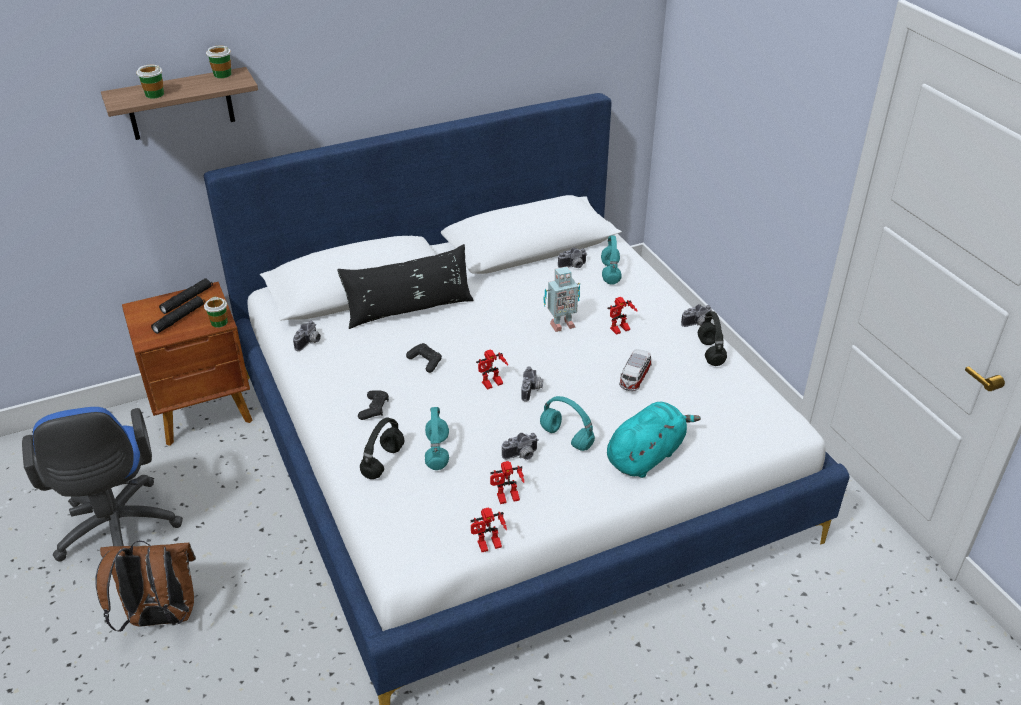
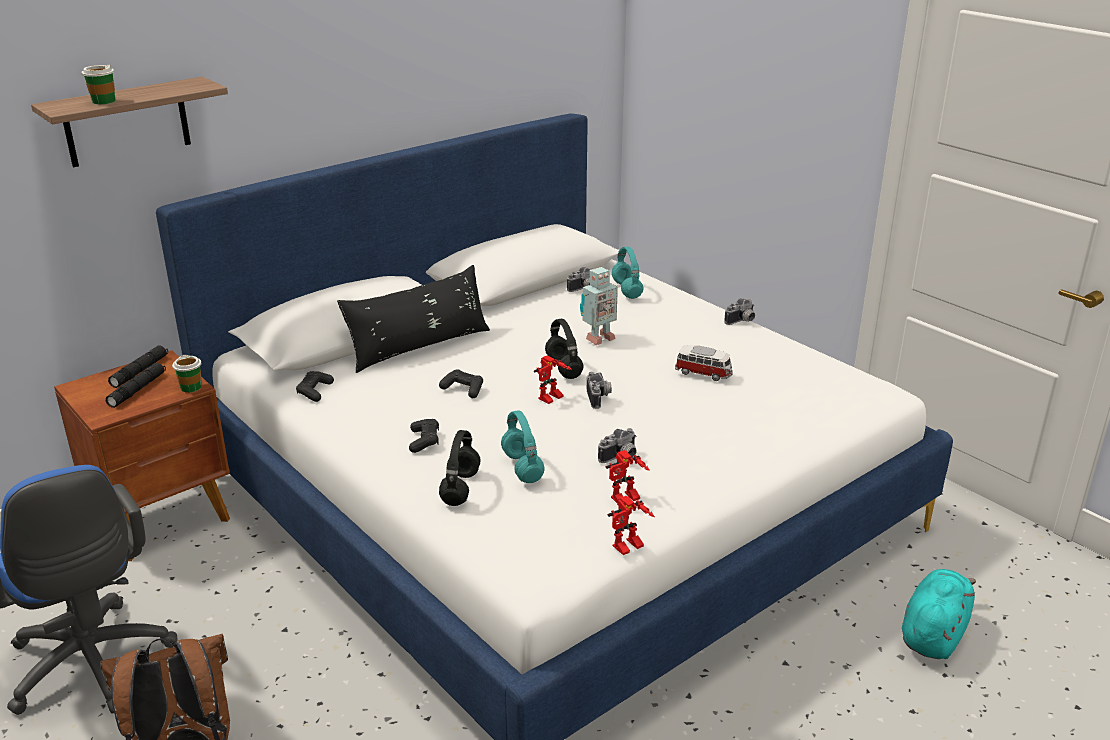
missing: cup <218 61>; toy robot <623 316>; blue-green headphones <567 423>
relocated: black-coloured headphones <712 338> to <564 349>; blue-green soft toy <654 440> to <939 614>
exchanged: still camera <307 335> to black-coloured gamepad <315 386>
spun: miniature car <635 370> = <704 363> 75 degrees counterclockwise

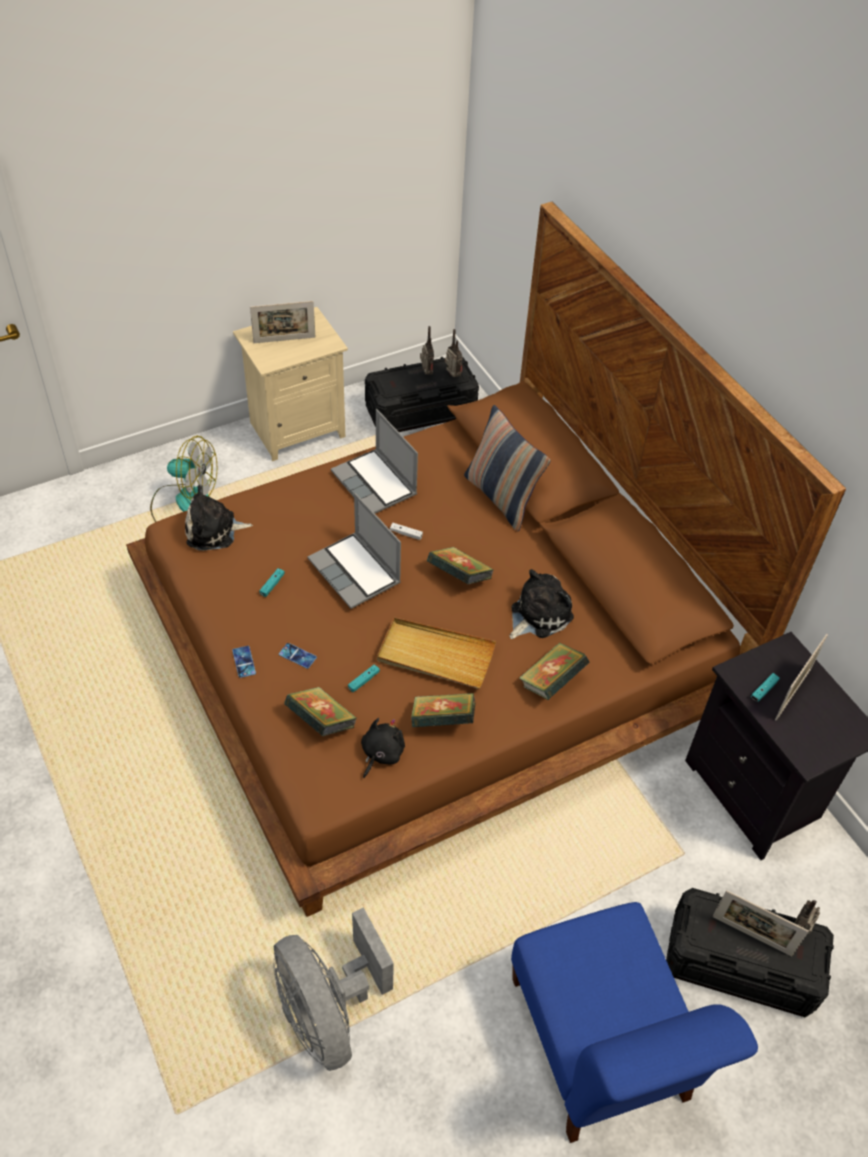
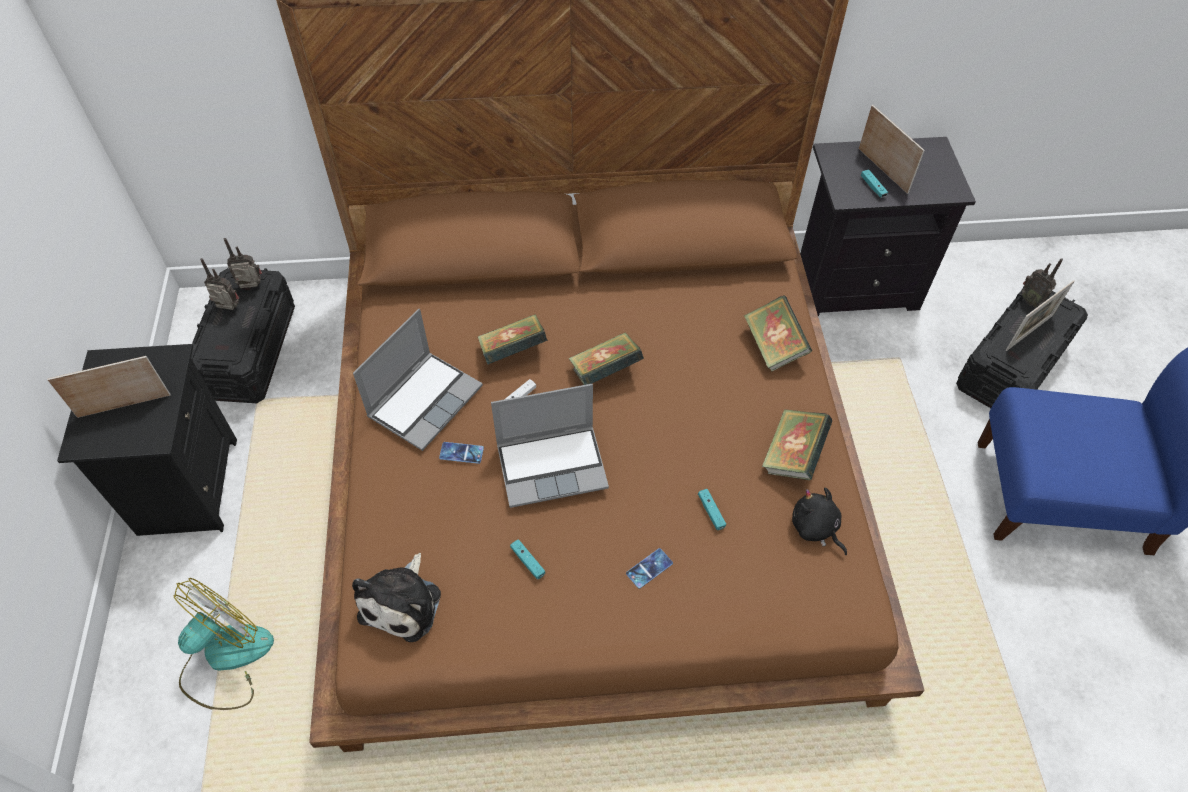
missing: cushion <507 468>; soft toy <541 604>; beige-coloured serving tray <436 653>; gray electric fan <334 989>
relocated: phone <244 662> to <461 453>; volume <320 711> to <513 339>
colour: beige-coloured bedside table <290 384> to black-coloured bedside table <147 440>
spun: photo frame <282 322> = <109 387> 120 degrees counterclockwise; portable computer <374 461> = <418 380> 45 degrees counterclockwise

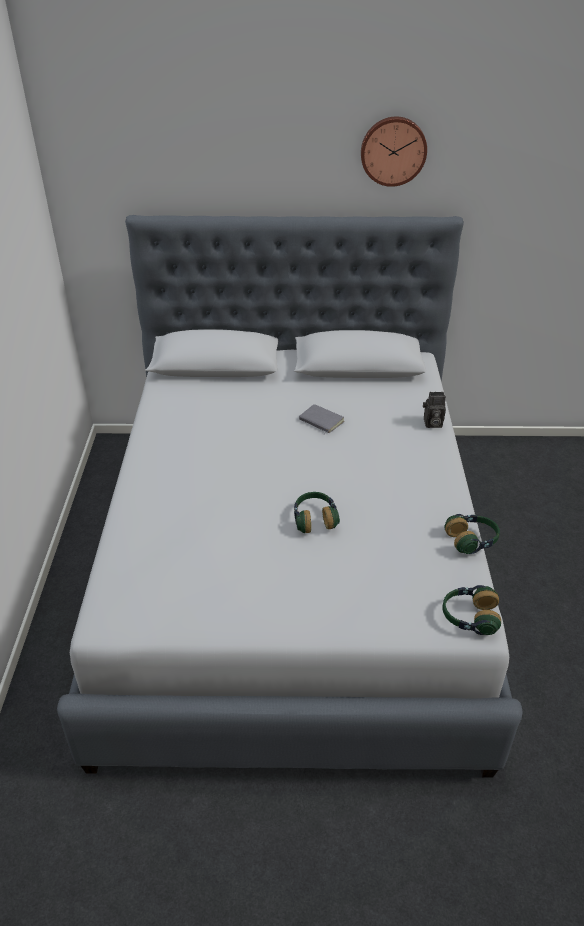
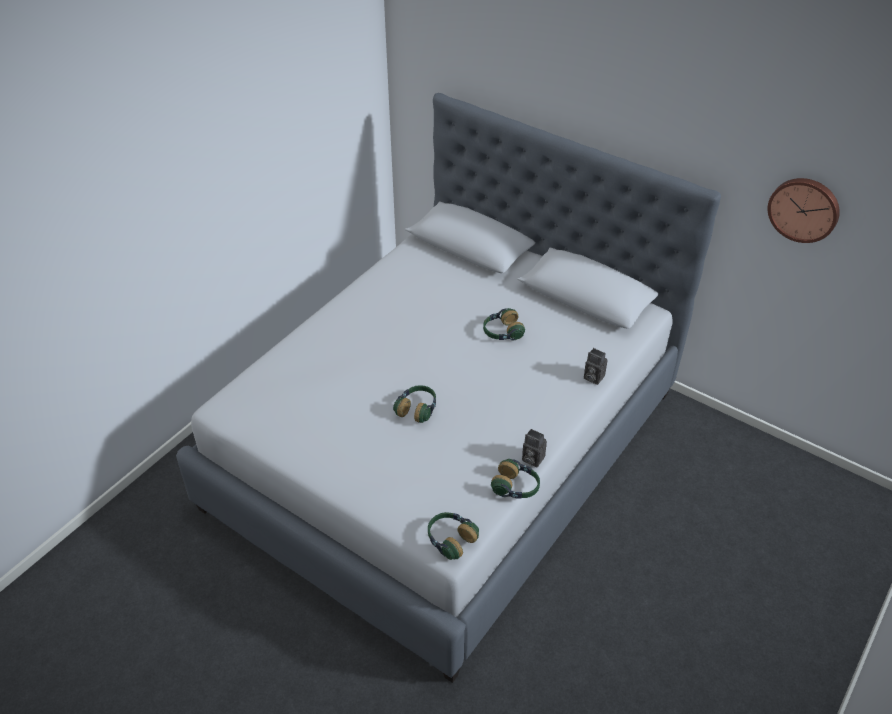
appeared: still camera <534 448>
relocated: hanging clock <394 152> to <804 210>
exchanged: gray volume <322 419> to headphones <504 324>

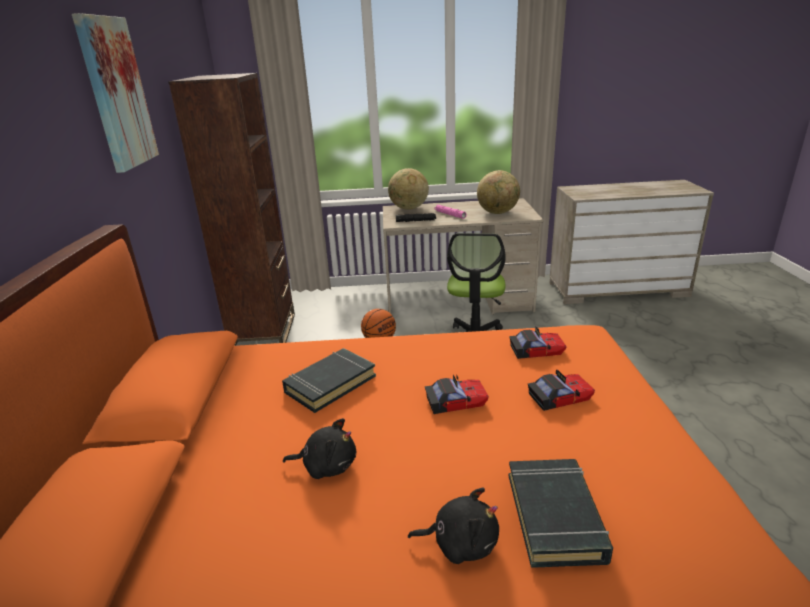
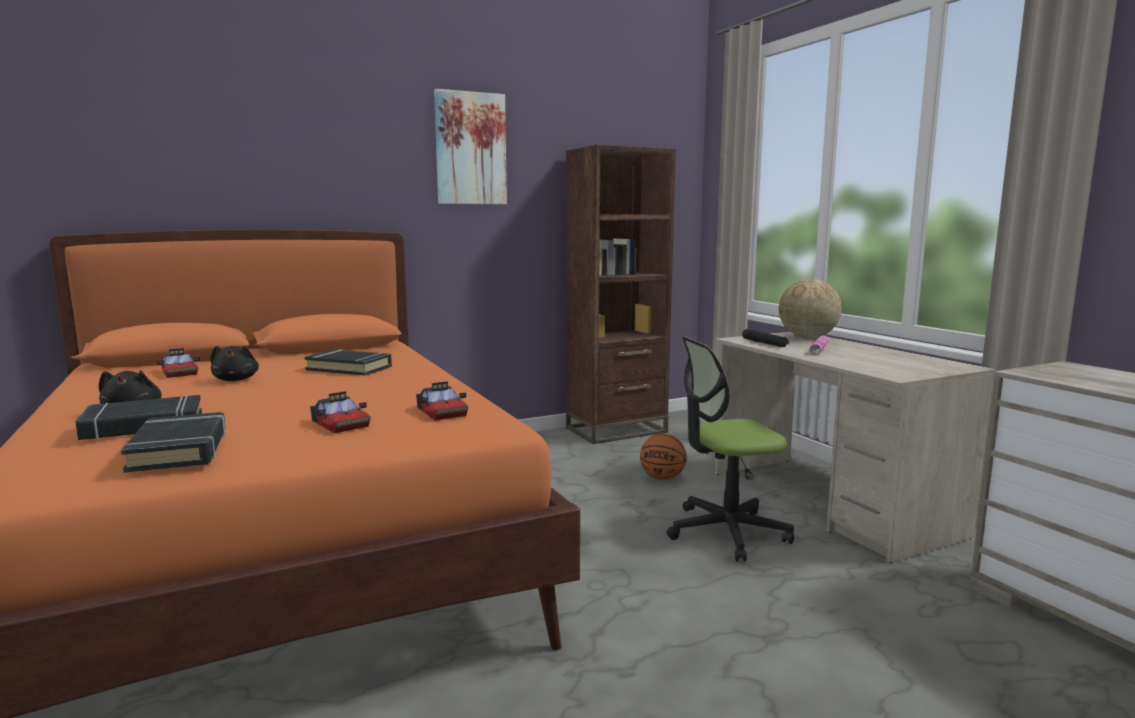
missing: desk globe <498 192>
appeared: black-coloured volume <173 442>
relocated: miniature car <457 394> to <178 363>

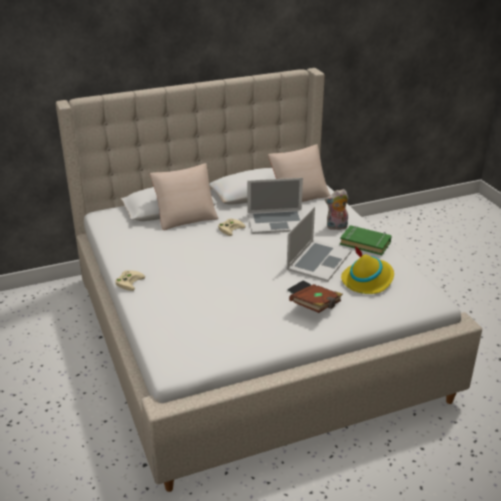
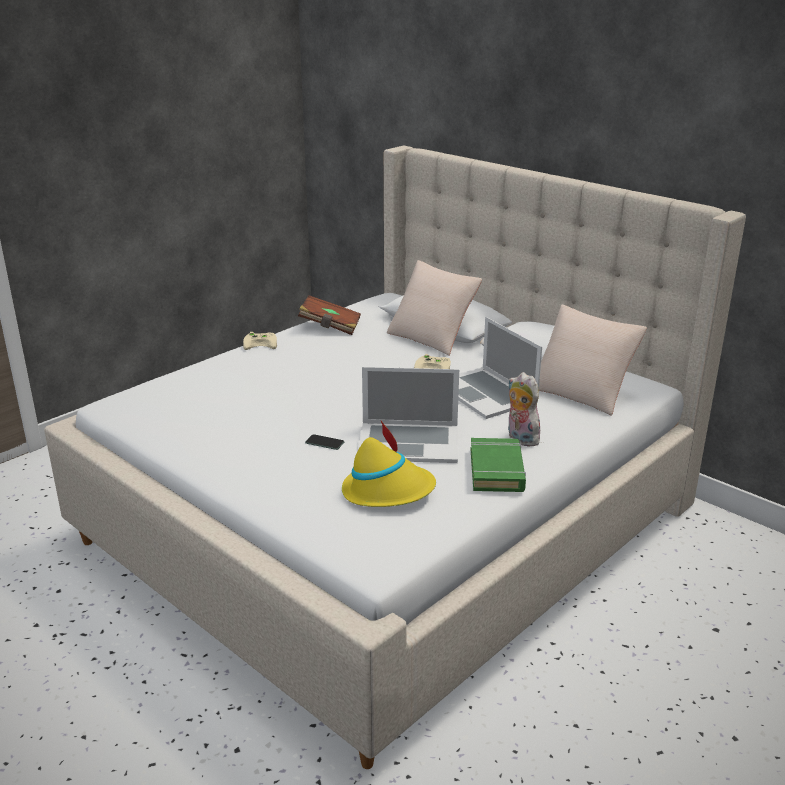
relocated: brown-coloured volume <316 298> to <329 315>

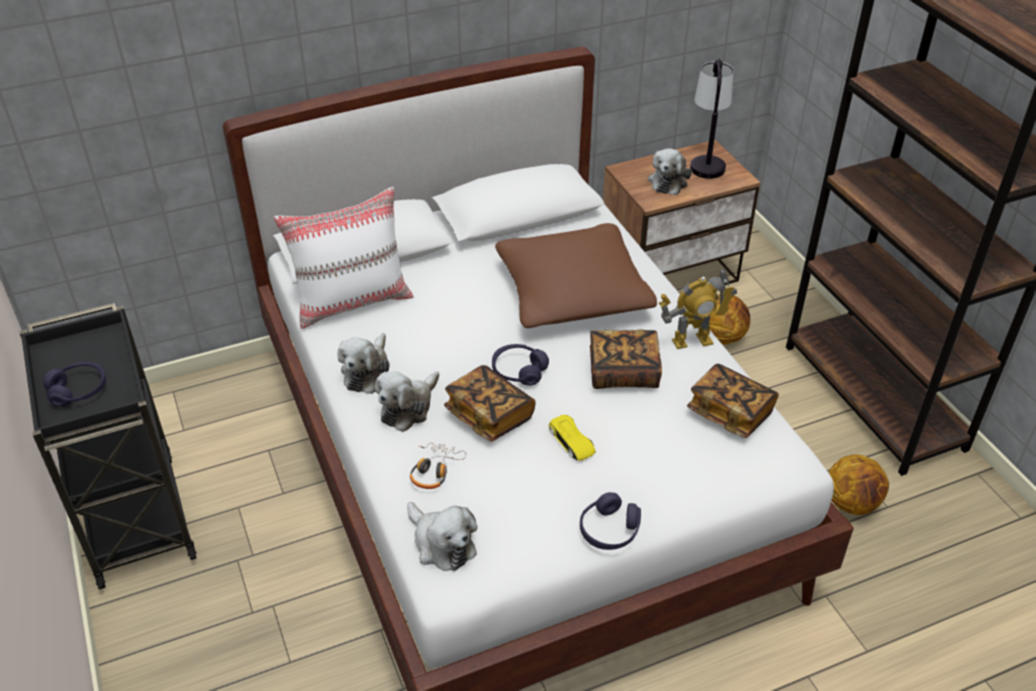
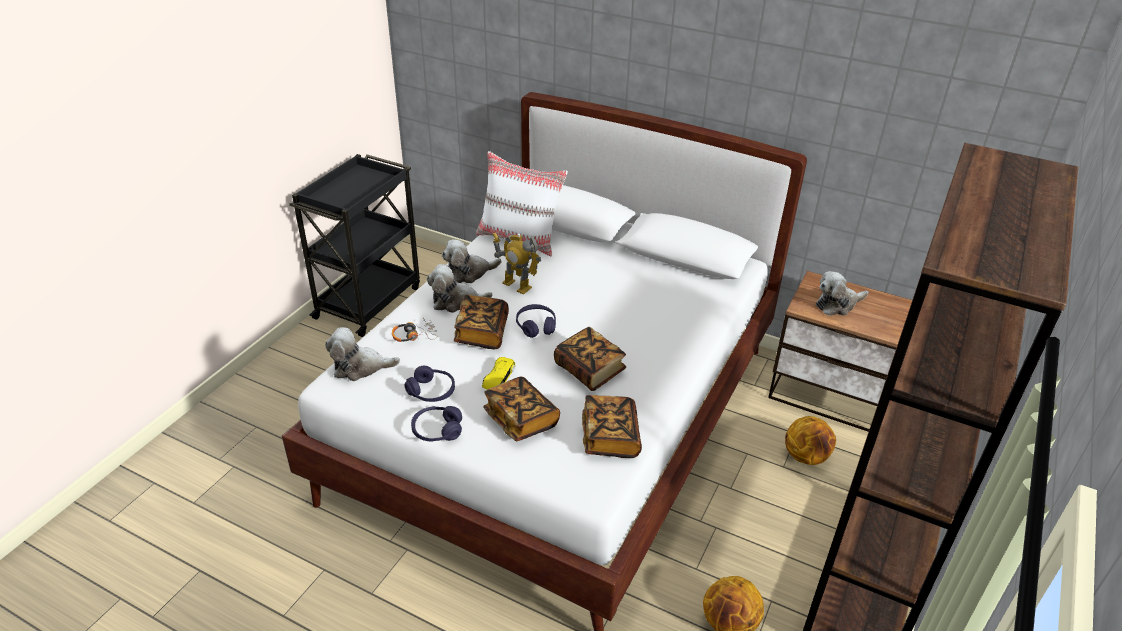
missing: tabletop lamp <712 119>; brown-coloured cushion <576 275>
appeared: volume <521 409>
relocated: toy robot <698 309> to <517 263>; purple headphones <74 384> to <429 384>
spun: soft toy <442 536> = <362 354> 75 degrees clockwise

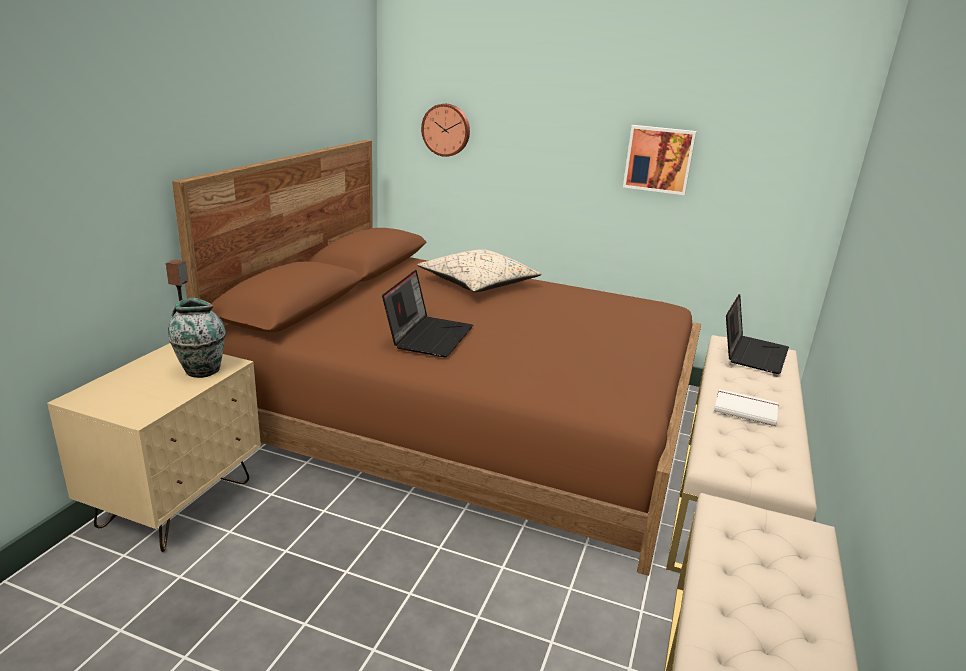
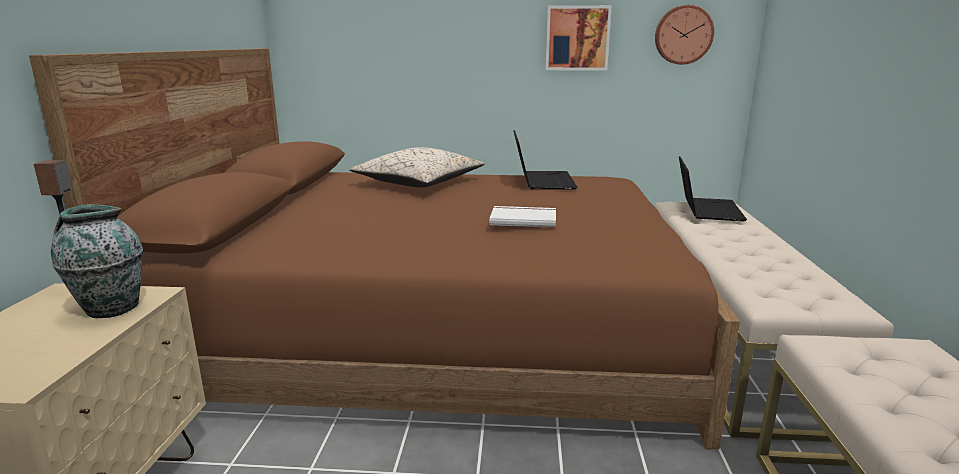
relocated: hanging clock <445 130> to <684 35>; portable computer <427 314> to <545 160>; white-coloured volume <746 407> to <522 217>

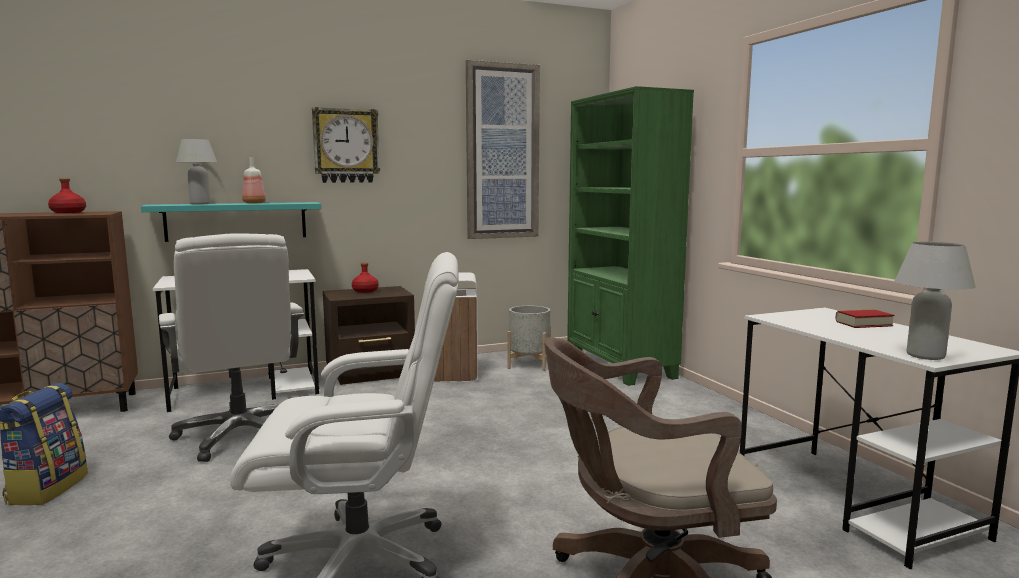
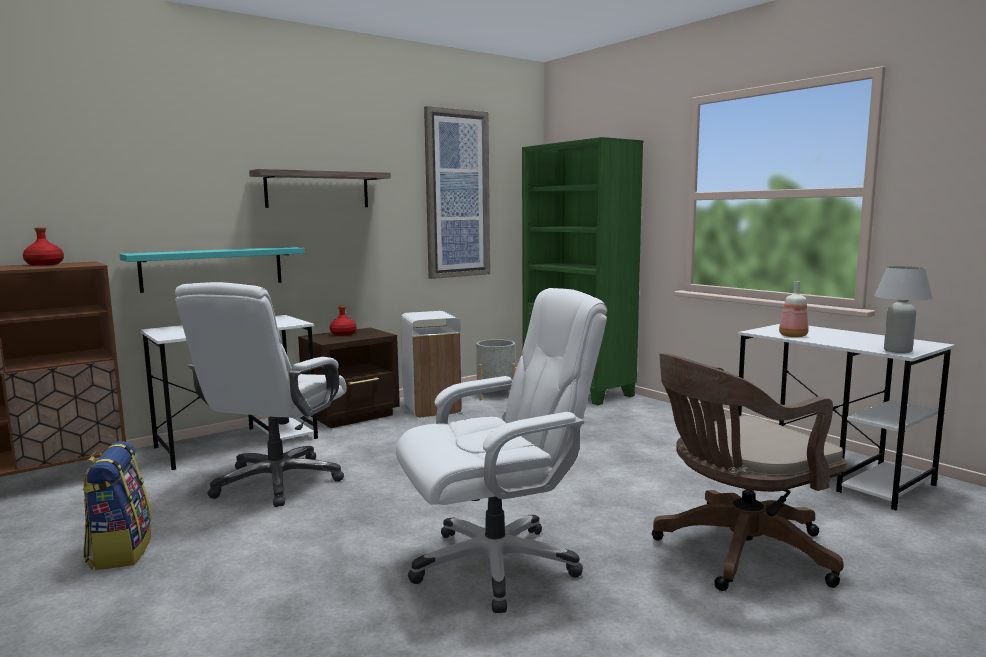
missing: white-coloured tabletop lamp <197 171>; volume <864 318>
relocated: bottle <254 180> to <793 309>
exchanged: hanging clock <346 145> to bracket shelf <320 188>
spun: white-coloured computer chair <231 347> = <261 394> 60 degrees clockwise

